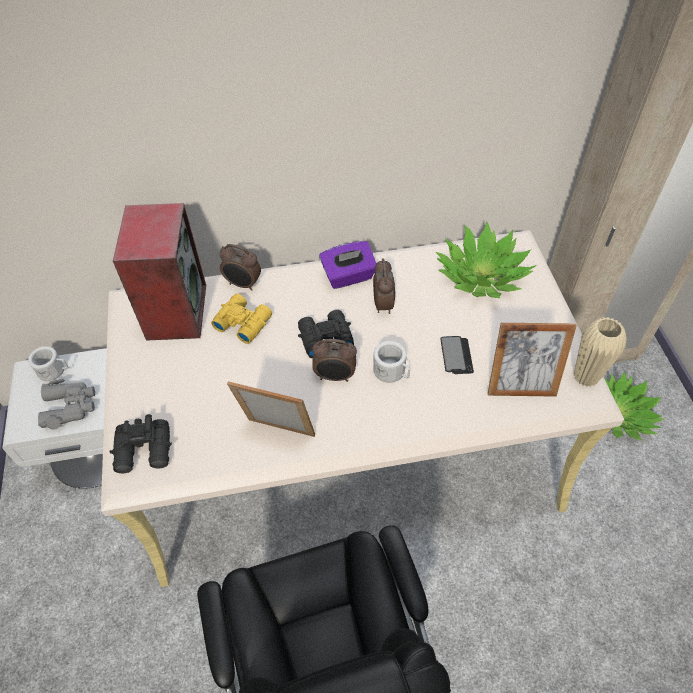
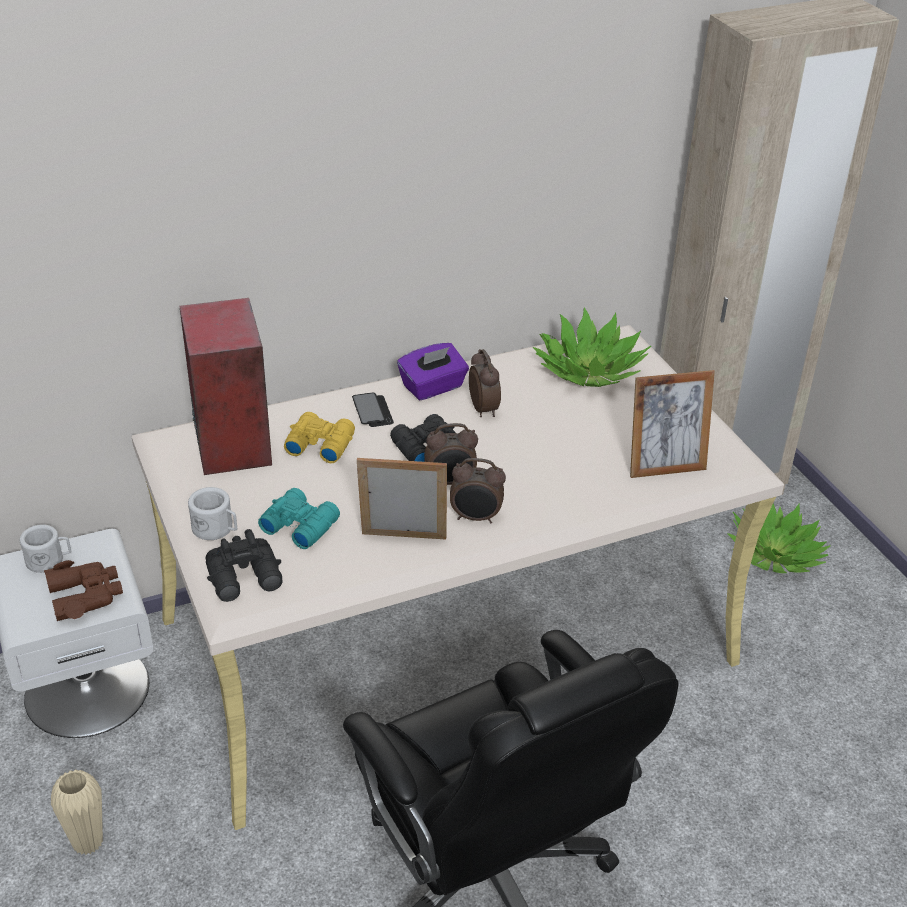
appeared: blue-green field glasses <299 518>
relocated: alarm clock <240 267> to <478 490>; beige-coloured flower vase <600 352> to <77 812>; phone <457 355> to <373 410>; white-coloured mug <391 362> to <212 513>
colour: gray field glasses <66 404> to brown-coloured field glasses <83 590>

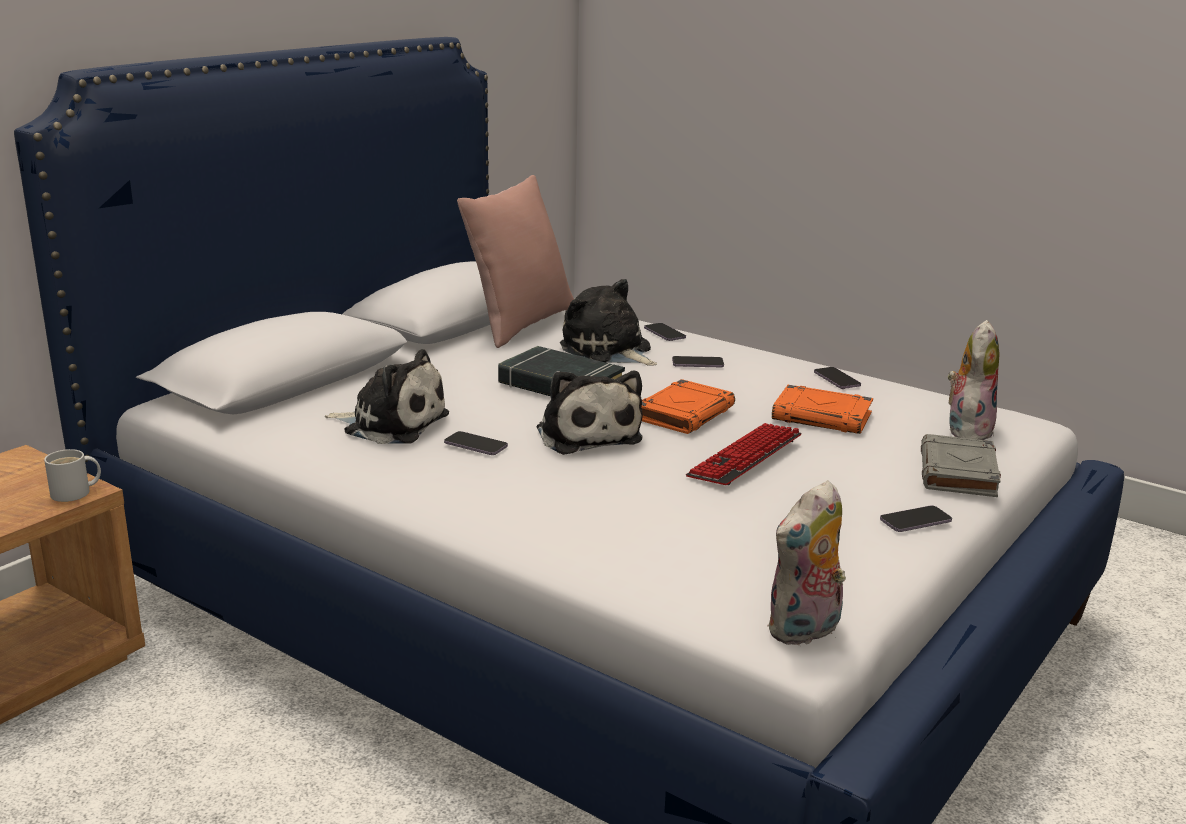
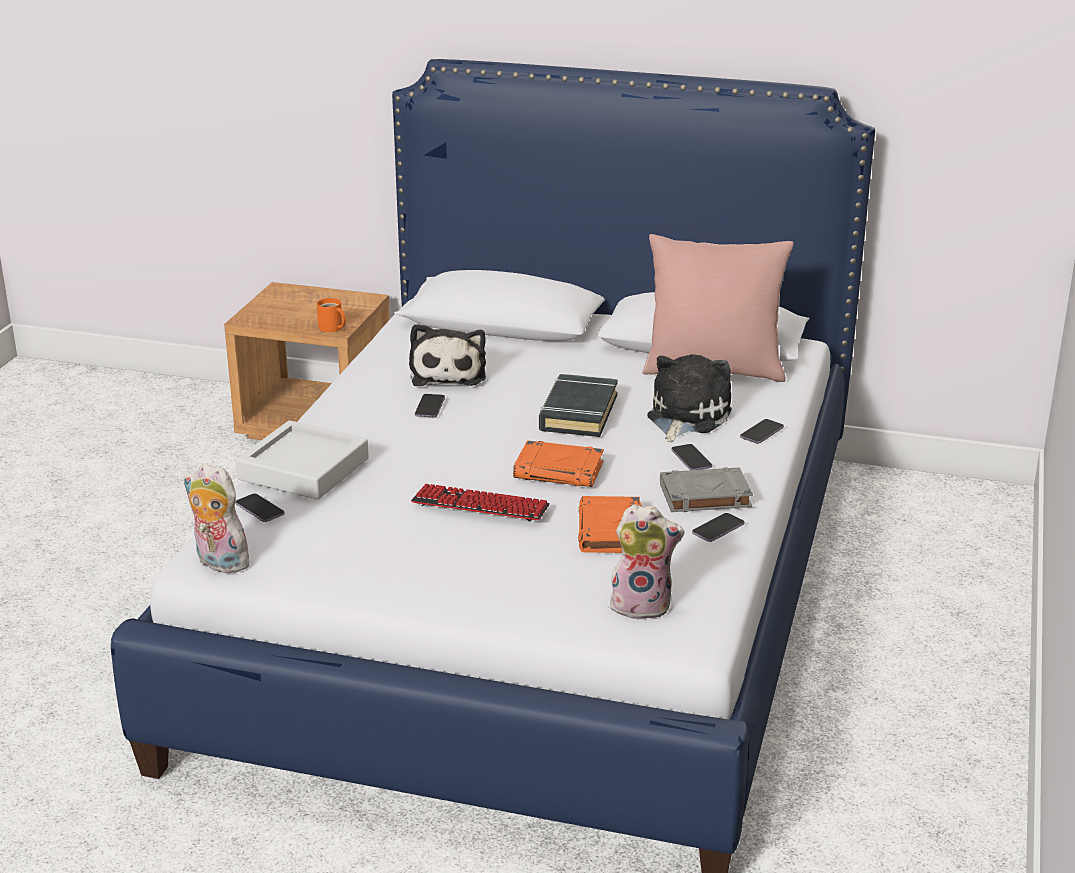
missing: soft toy <590 412>
appeared: gray serving tray <302 460>
relocated: gray volume <961 465> to <706 489>; phone <916 519> to <260 508>
colour: white-coloured mug <72 475> to orange-coloured mug <331 315>

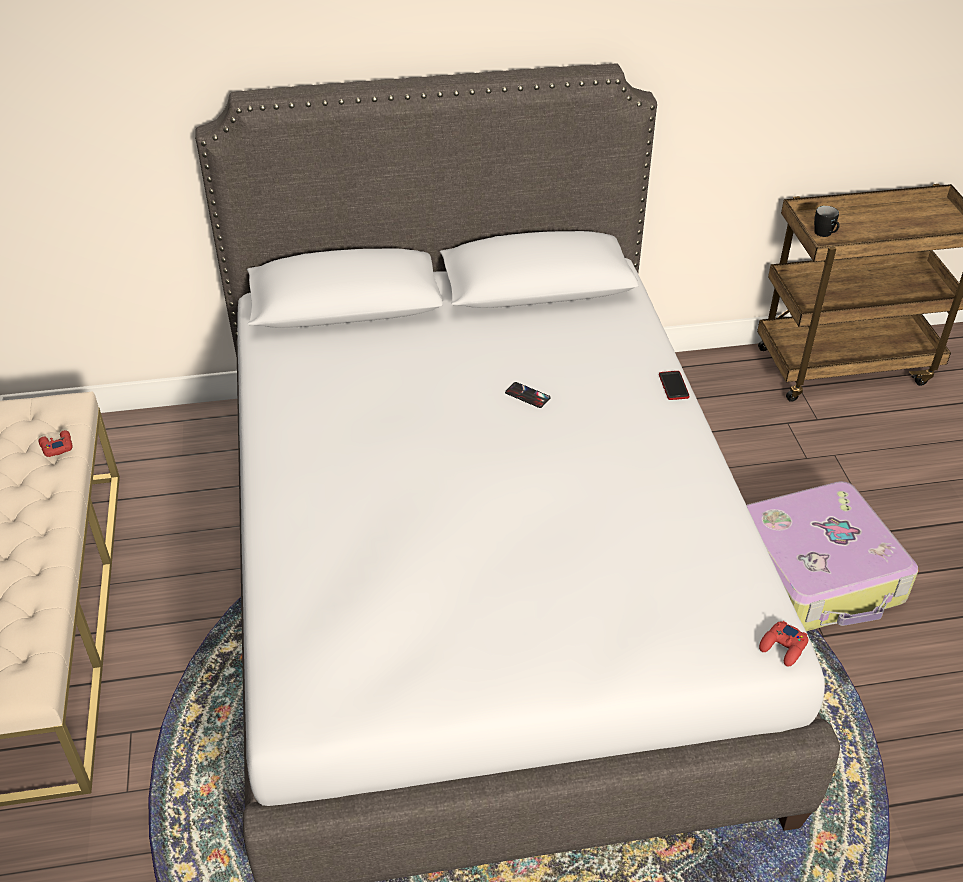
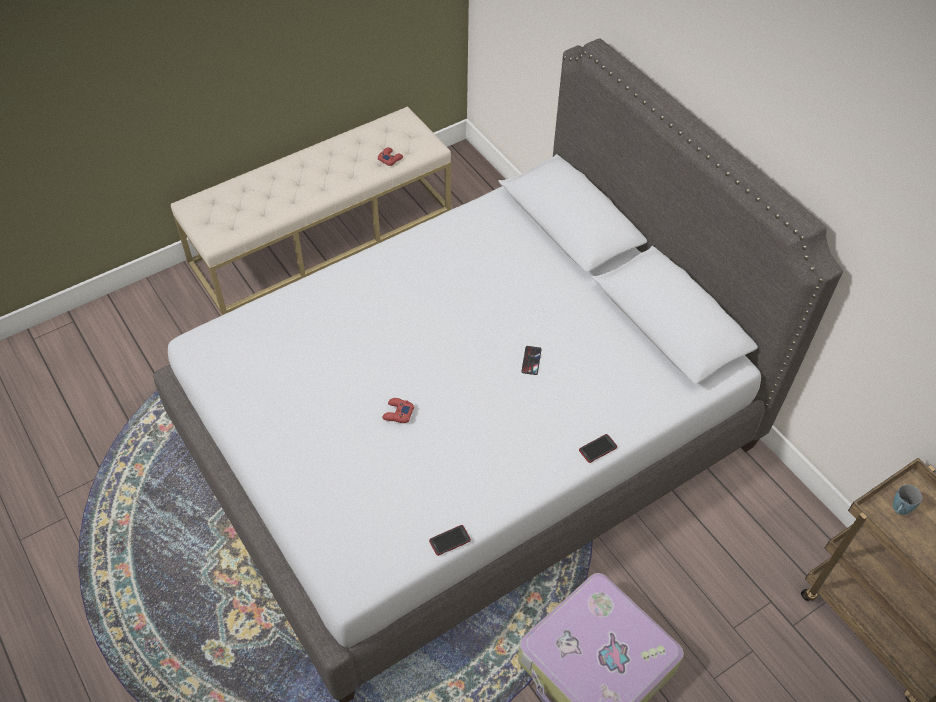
appeared: phone <450 540>
relocated: red gamepad <783 644> to <398 410>
colour: black-coloured mug <827 221> to blue-coloured mug <907 500>

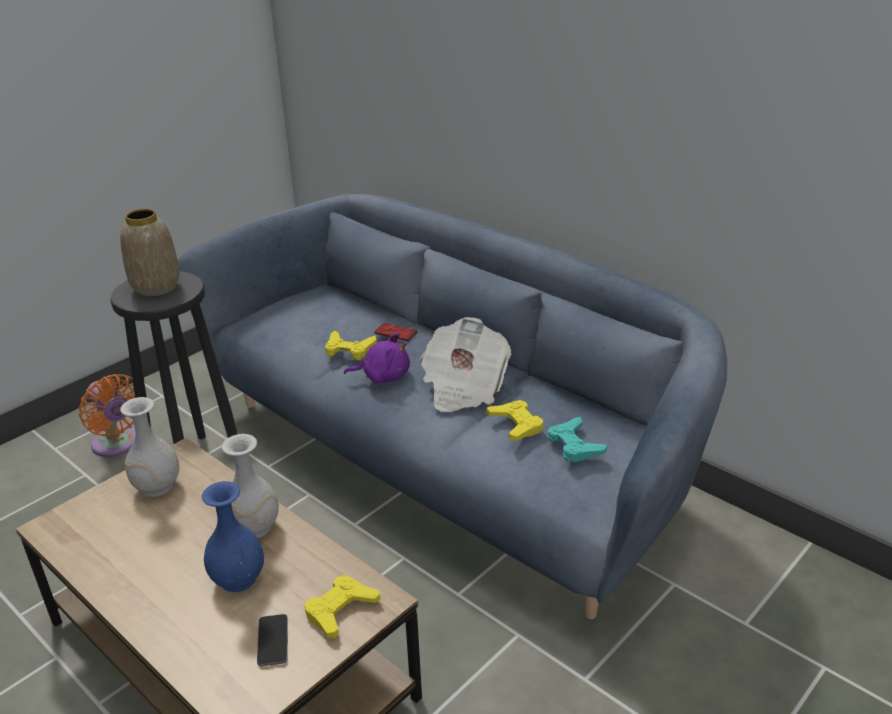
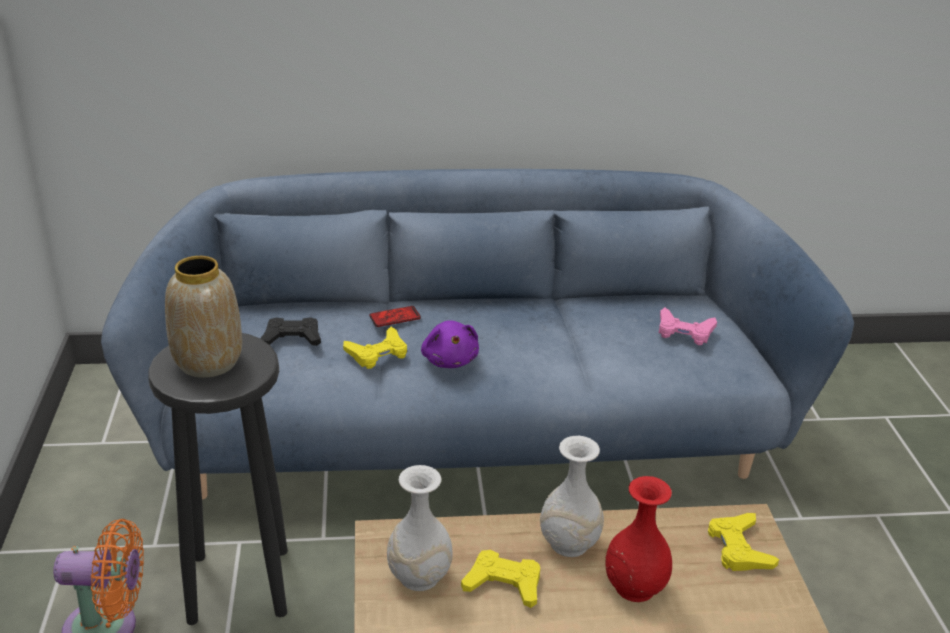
missing: newspaper <465 364>; phone <272 640>
appeared: black-coloured gamepad <290 331>
relocated: yellow gamepad <515 420> to <500 579>
colour: blue-green gamepad <577 439> to pink-coloured gamepad <688 326>; blue-coloured flower vase <233 536> to red flower vase <638 539>
spun: purple soft toy <377 358> = <450 344> 120 degrees clockwise

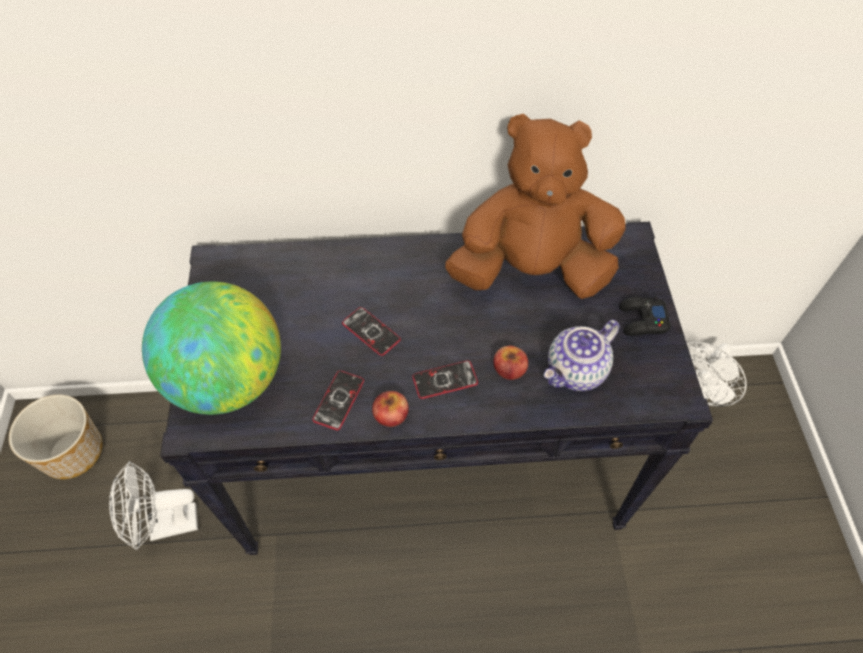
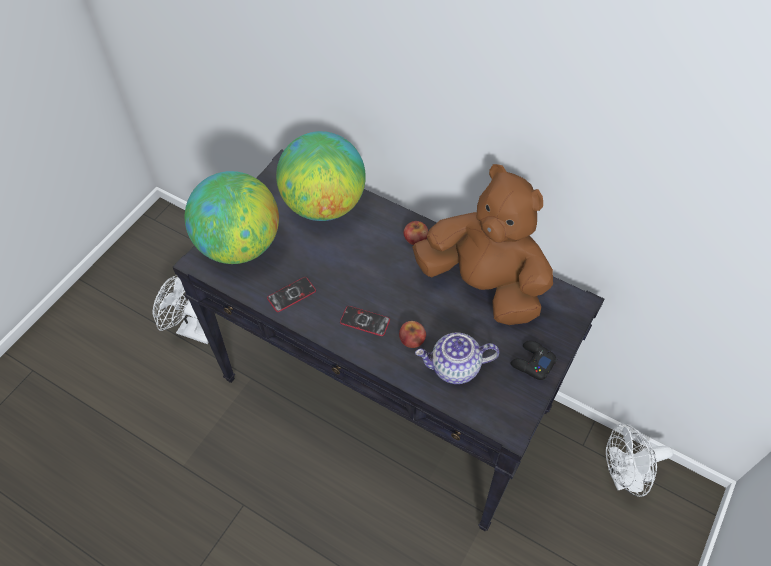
missing: phone <371 331>; plant pot <56 437>
appeared: desk globe <321 176>
relocated: apple <390 409> to <416 233>

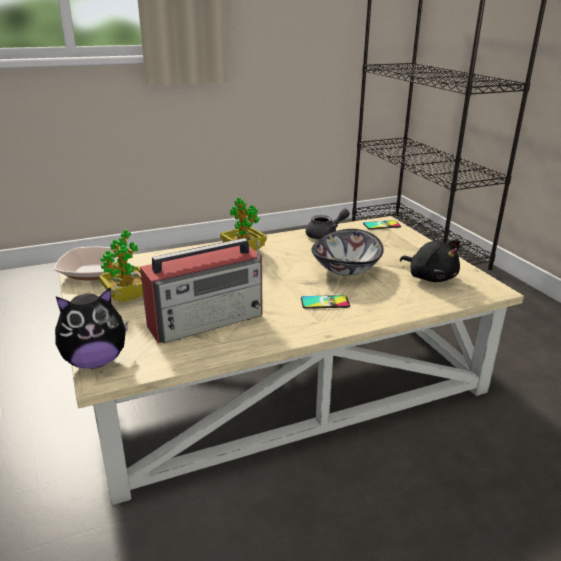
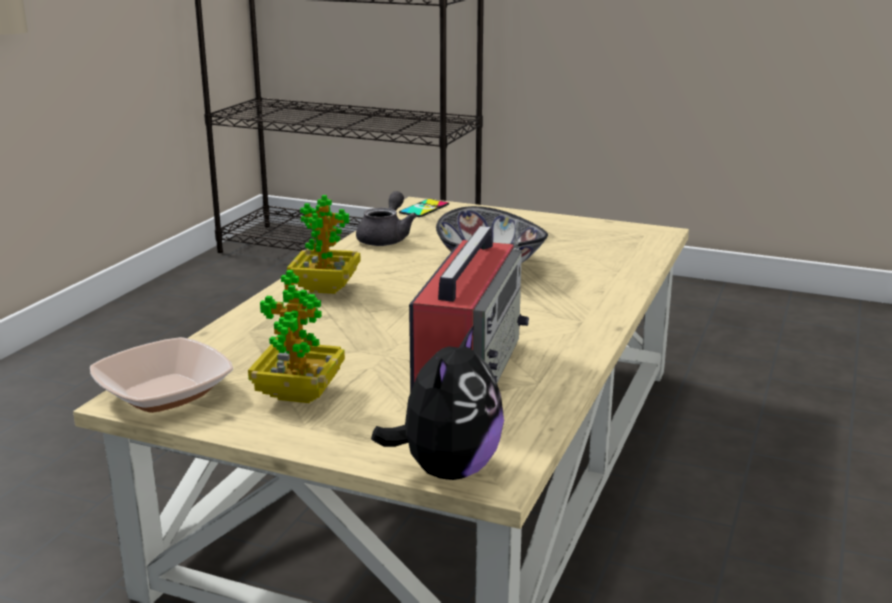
missing: black-coloured soft toy <430 261>; phone <325 302>

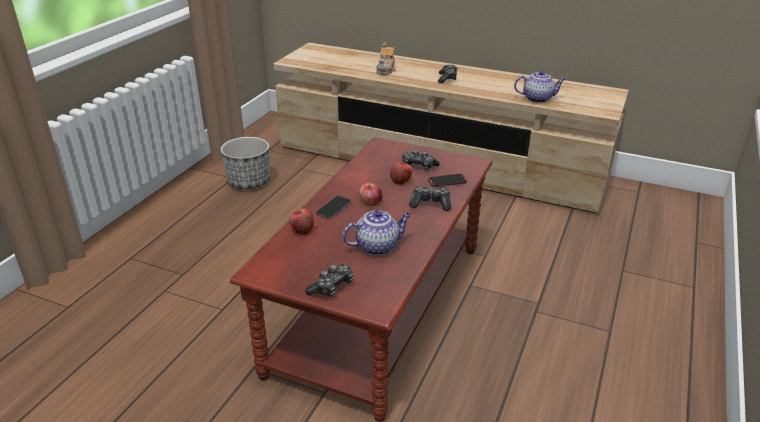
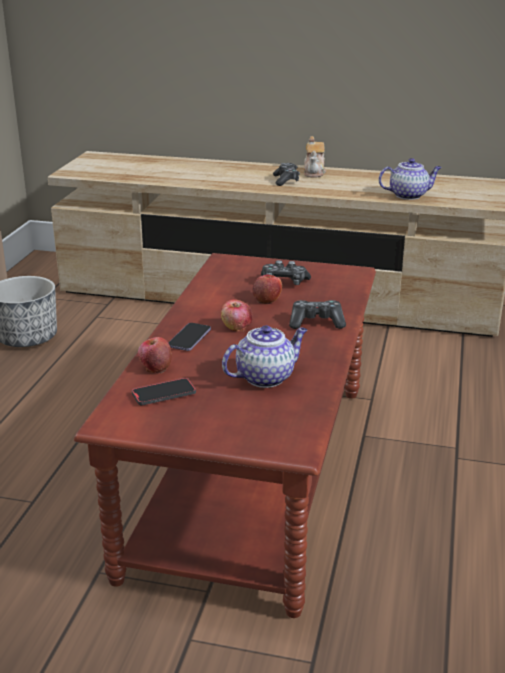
missing: gamepad <329 280>
relocated: tea pot <386 59> to <315 157>; phone <447 180> to <164 392>

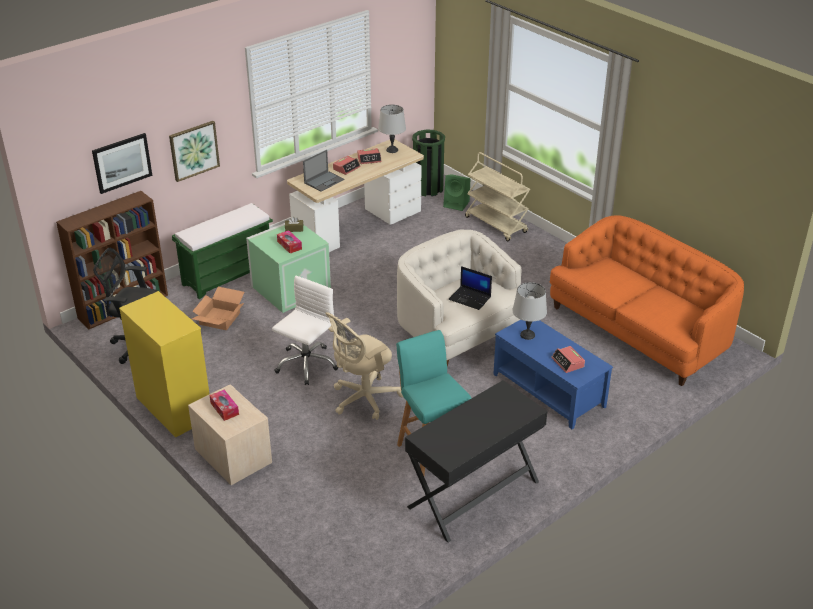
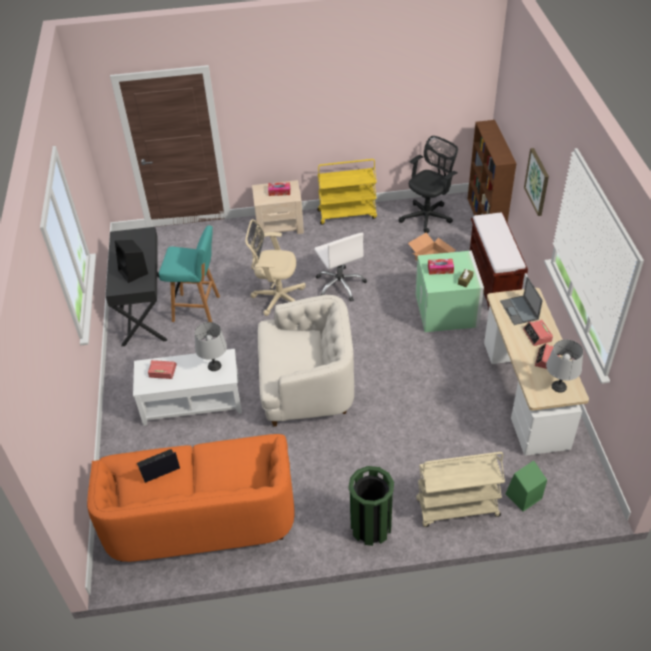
missing: picture <122 163>
appeared: black-coloured loudspeaker <131 261>
relocated: green-coloured rubbish bin <428 162> to <371 506>; portable computer <470 288> to <158 466>
exchanged: yellow dresser <164 364> to yellow trolley <347 192>
colour: green-coloured bench <222 251> to brown-coloured bench <499 261>; blue-coloured coffee table <553 374> to white-coloured coffee table <187 387>
spun: beige-coloured computer chair <364 366> = <275 267> 75 degrees counterclockwise

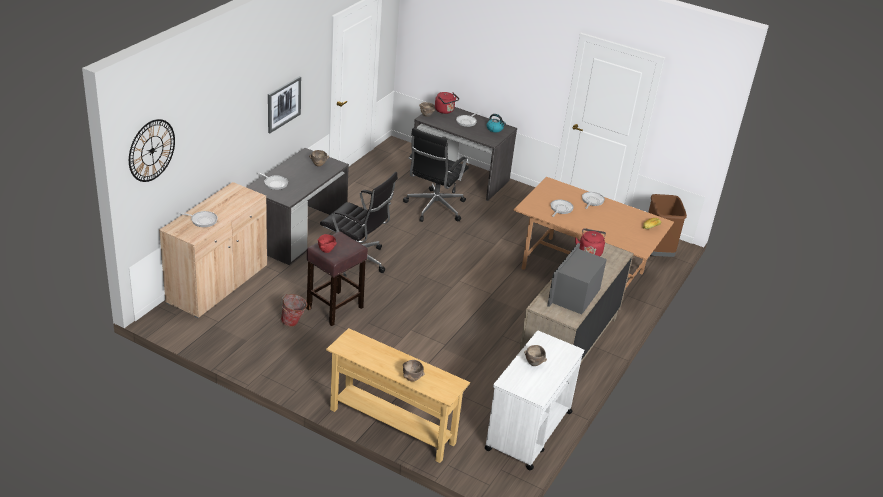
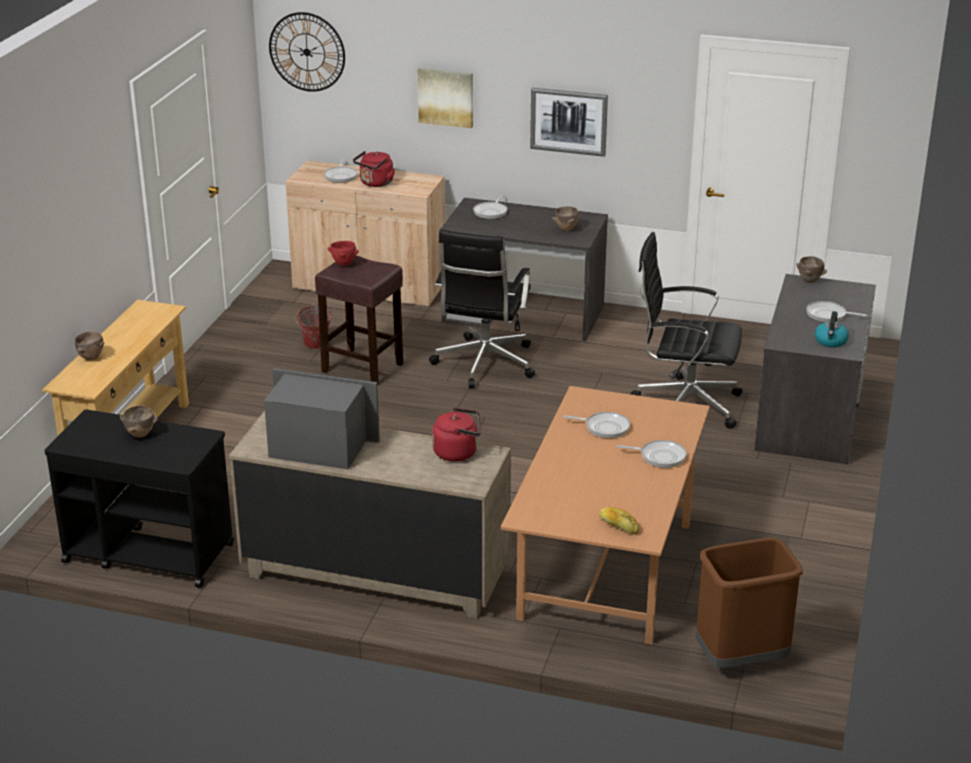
appeared: picture <445 98>
relocated: red tea kettle <447 103> to <374 169>
colour: white-coloured trolley <534 400> to black-coloured trolley <139 498>

